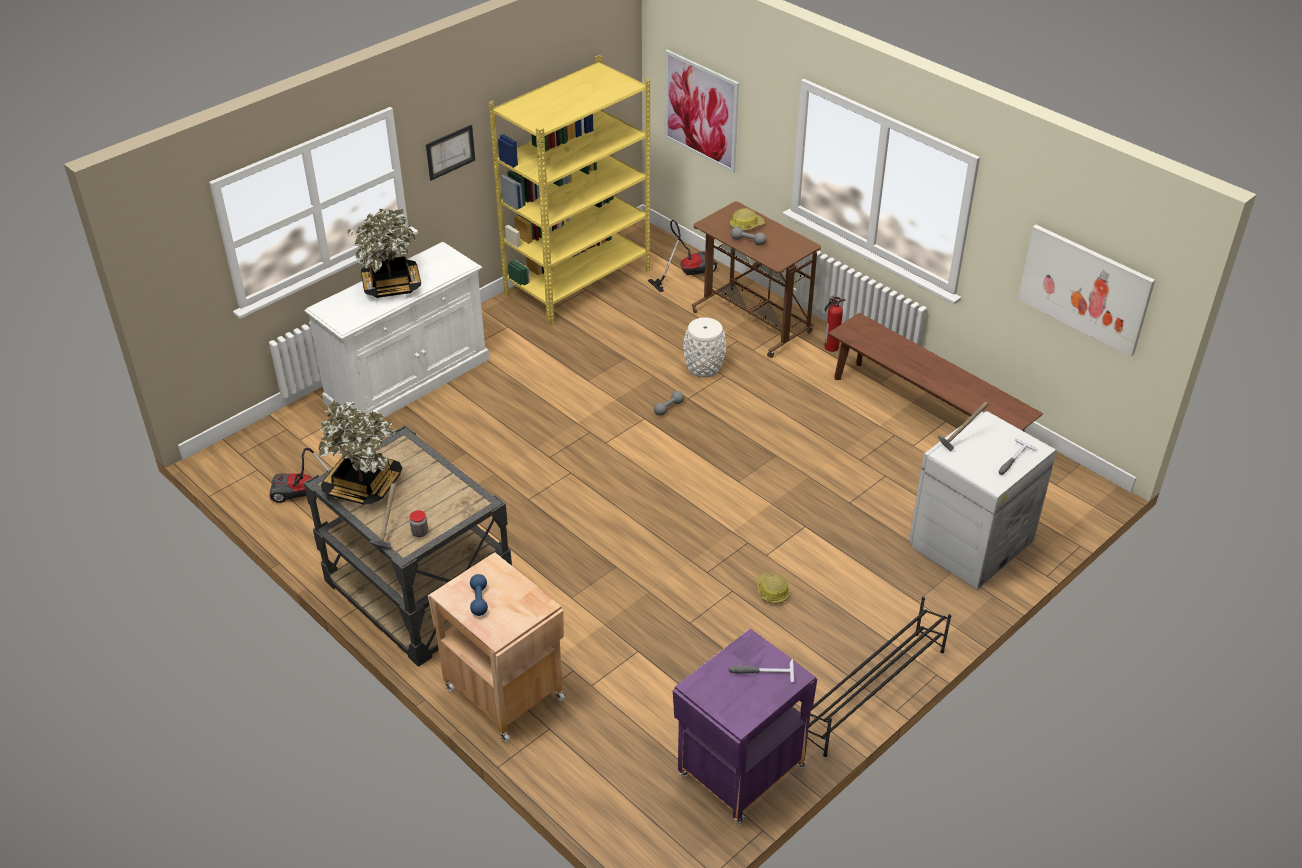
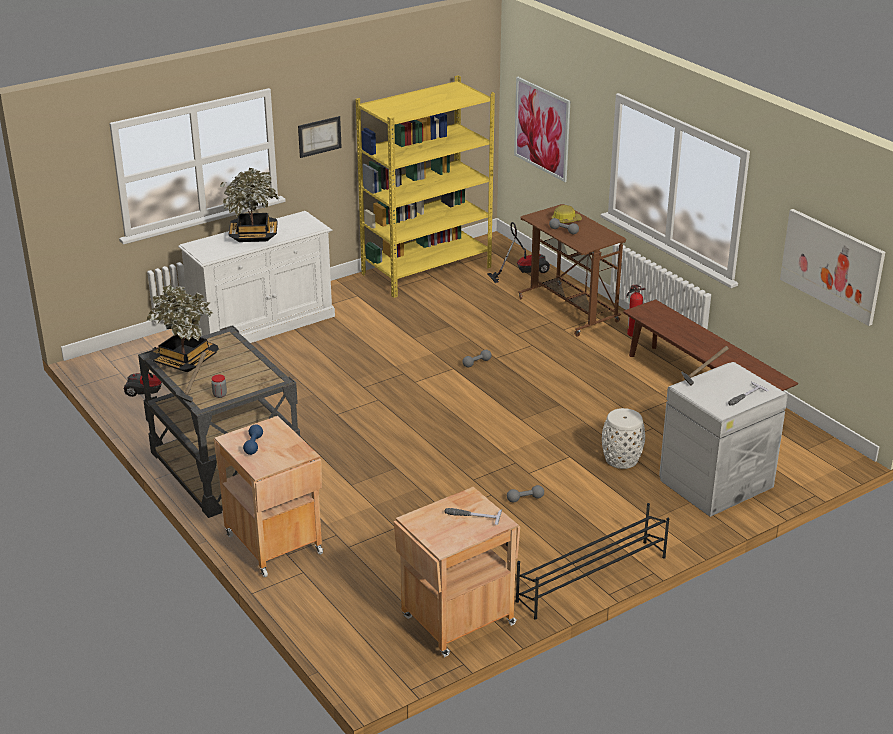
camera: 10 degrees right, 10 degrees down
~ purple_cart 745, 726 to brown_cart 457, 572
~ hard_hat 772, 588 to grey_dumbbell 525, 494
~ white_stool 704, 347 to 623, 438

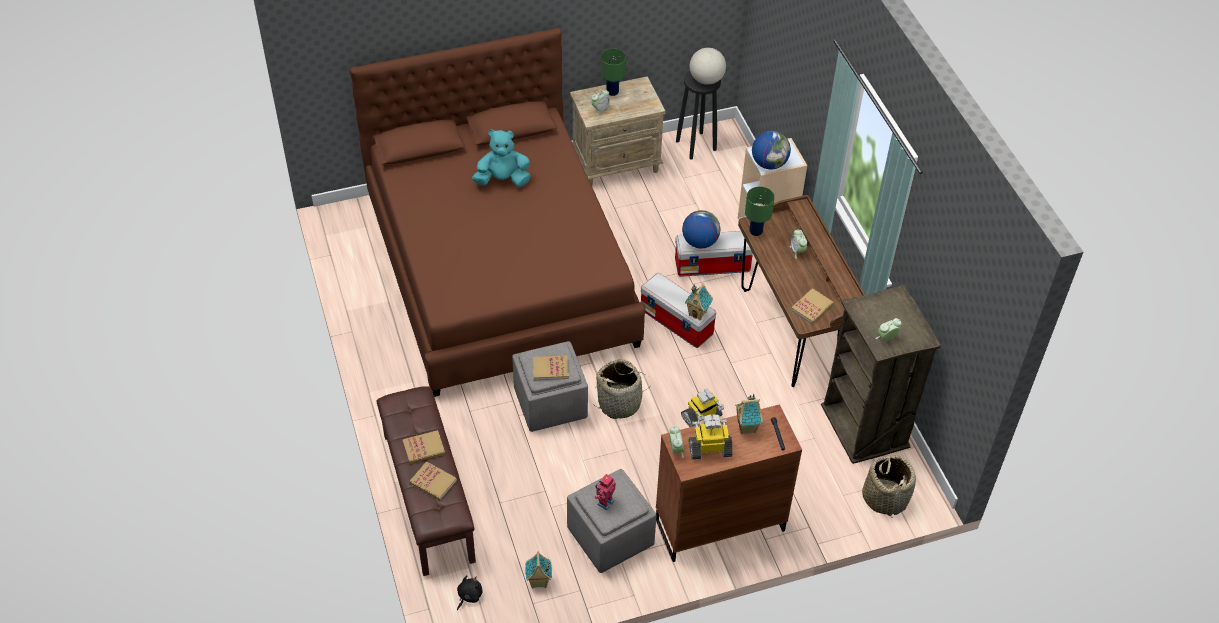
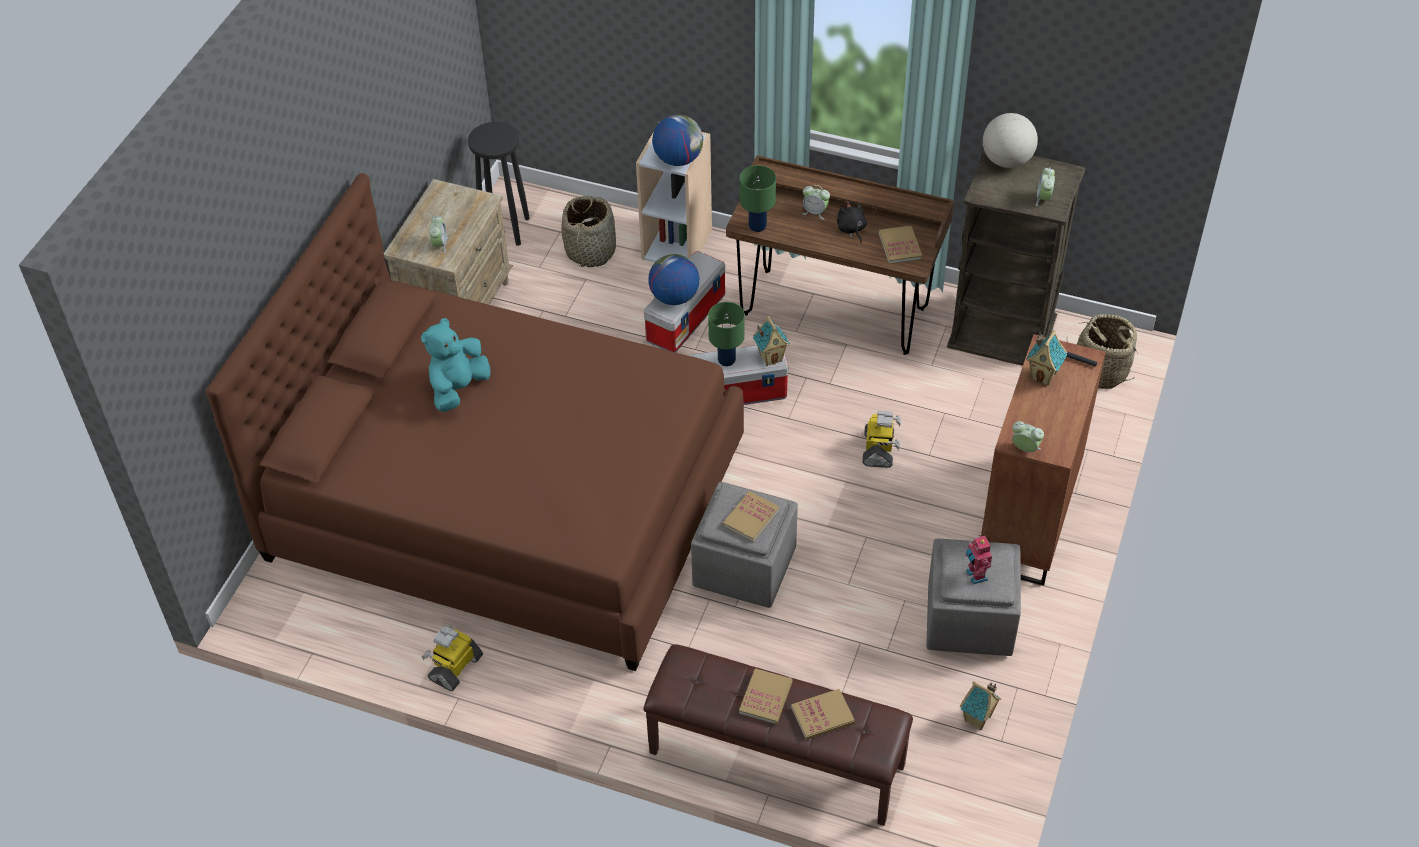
camera: 50 degrees left, 0 degrees up
~ toy_robot 711, 437 to 452, 658
~ basket 622, 389 to 588, 231
~ green_table_lamp 613, 72 to 726, 334
~ black_plush_toy 470, 592 to 852, 222
~ globe 708, 66 to 1010, 140

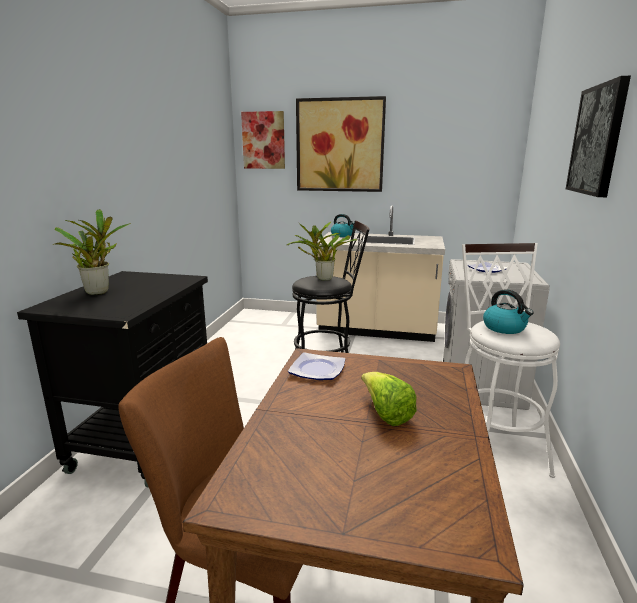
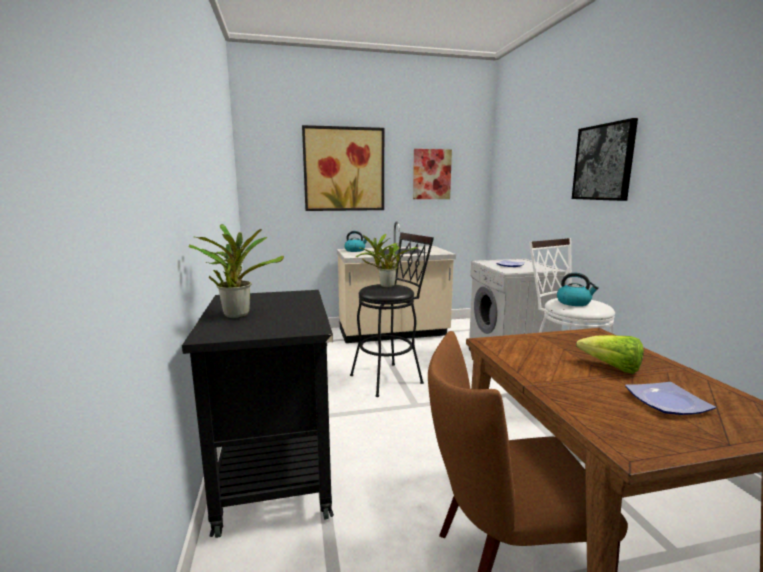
camera: 25 degrees left, 5 degrees down
~ picture 263, 140 to 432, 174
~ plate 316, 366 to 670, 398

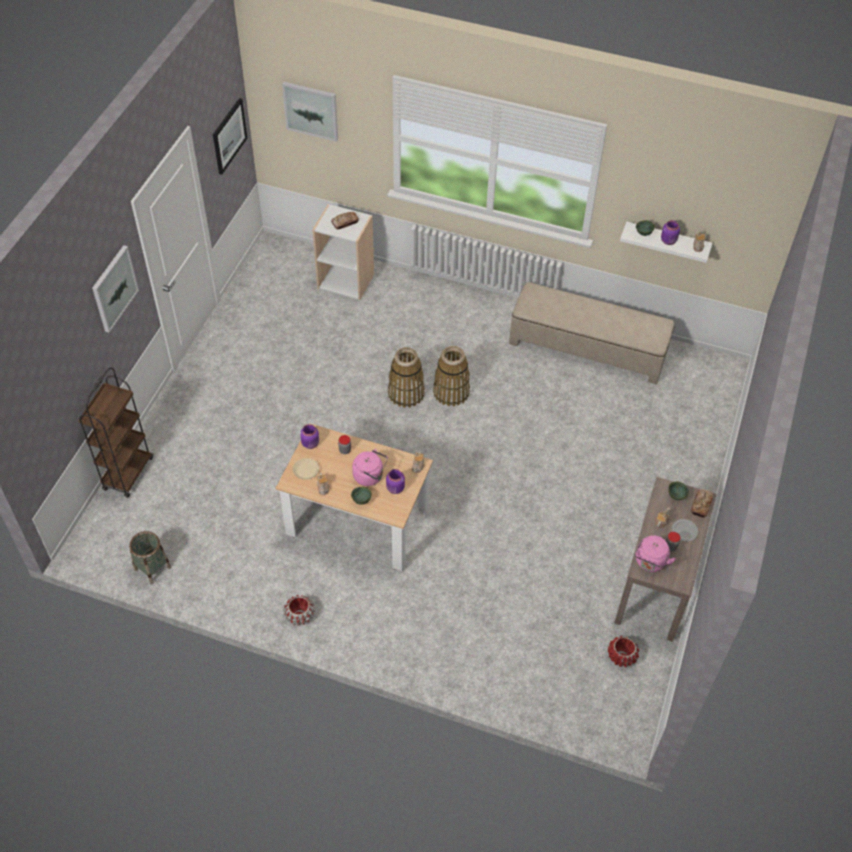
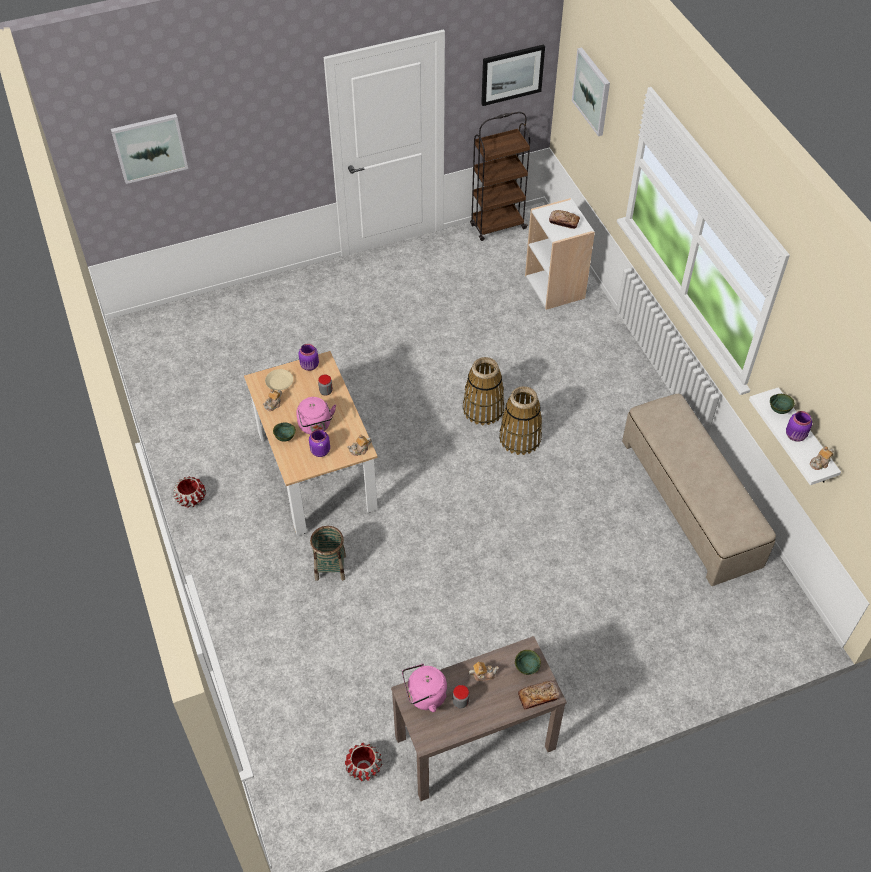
camera: 50 degrees right, 0 degrees up
~ picture 115, 289 to 149, 149
~ basket 150, 558 to 328, 553
~ brown_cart 116, 433 to 500, 176
- plate 685, 530

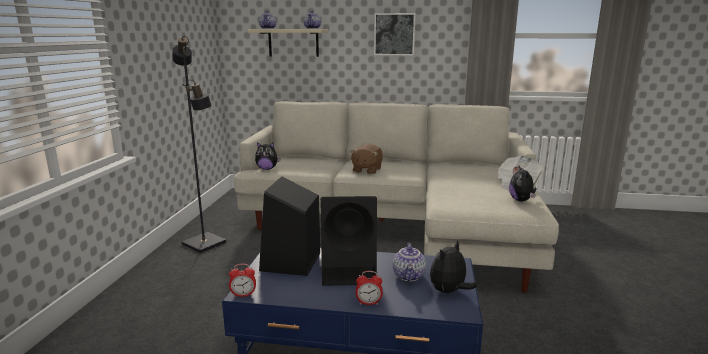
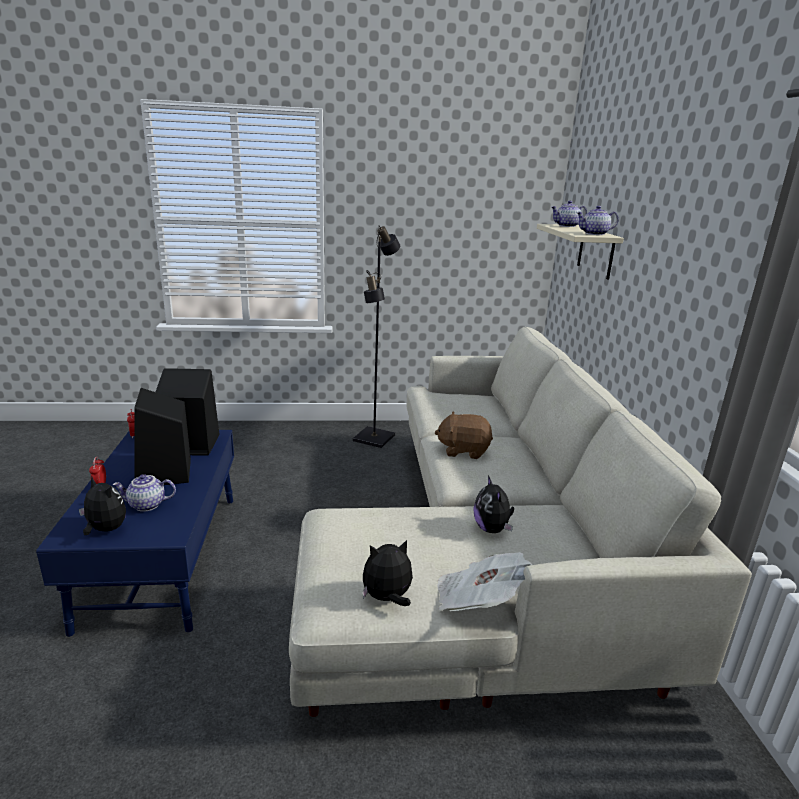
camera: 75 degrees right, 5 degrees up
~ plush_toy 268, 156 to 493, 504
- picture 395, 34

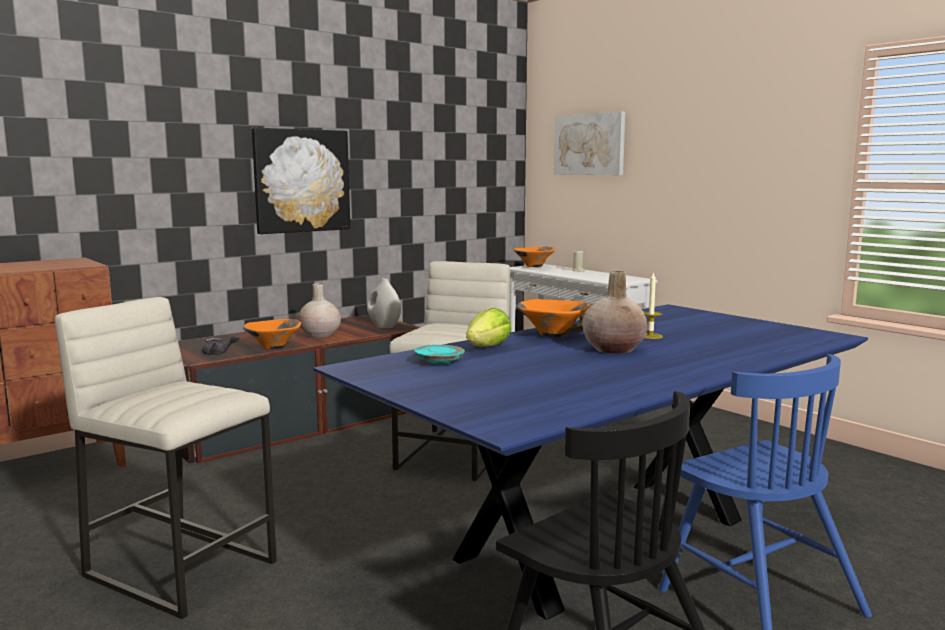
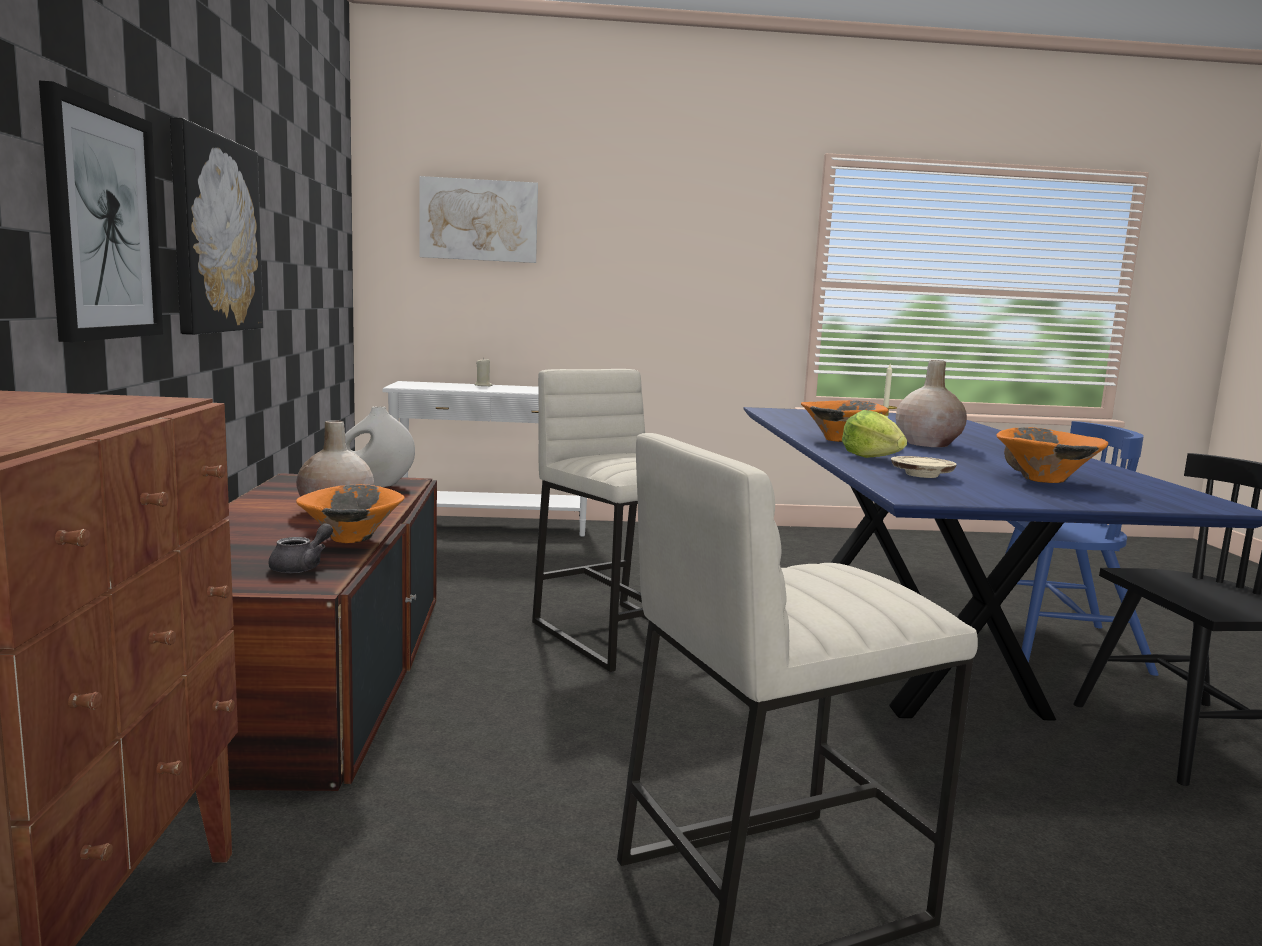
camera: 55 degrees left, 0 degrees up
+ picture 101, 211
~ turquoise_plate 439, 354 to beige_plate 924, 467
~ orange_bowl 534, 257 to 1052, 455

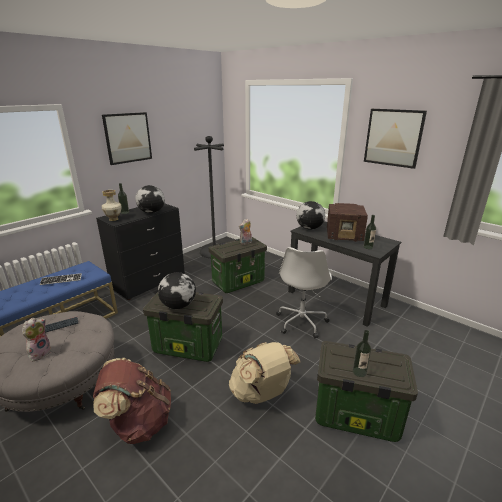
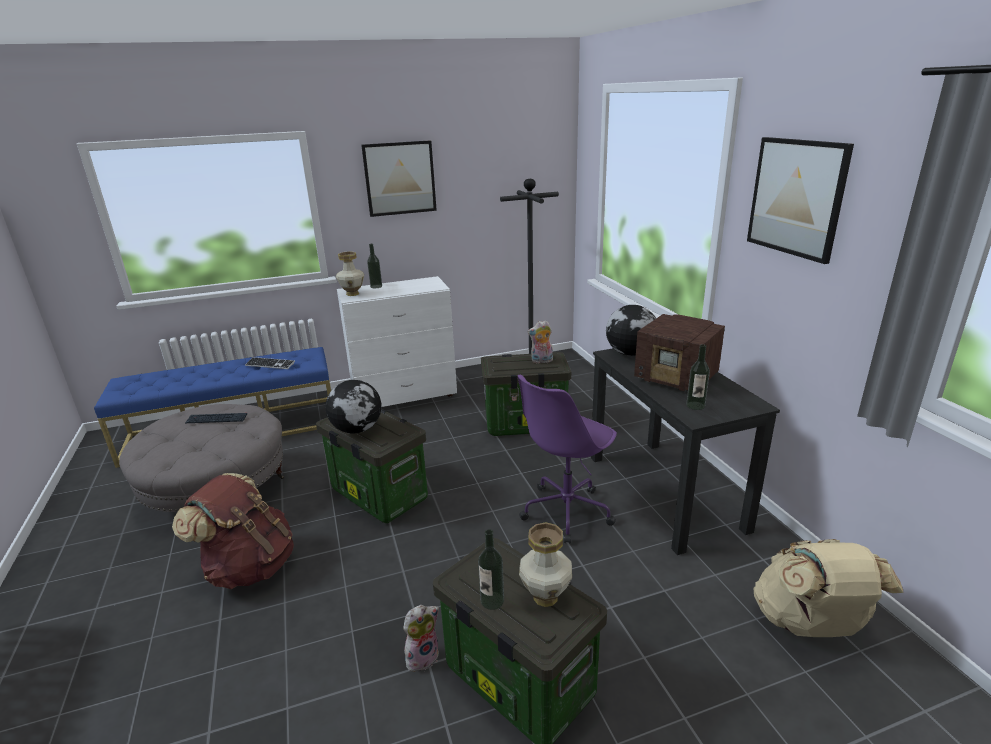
camera: 30 degrees right, 0 degrees up
~ black_dresser 140, 251 to white_dresser 397, 341
~ plush_toy 36, 339 to 421, 638
~ white_office_chair 304, 292 to purple_office_chair 567, 459
+ vase 545, 564
~ beige_backpack 264, 373 to 828, 588
- globe 150, 199

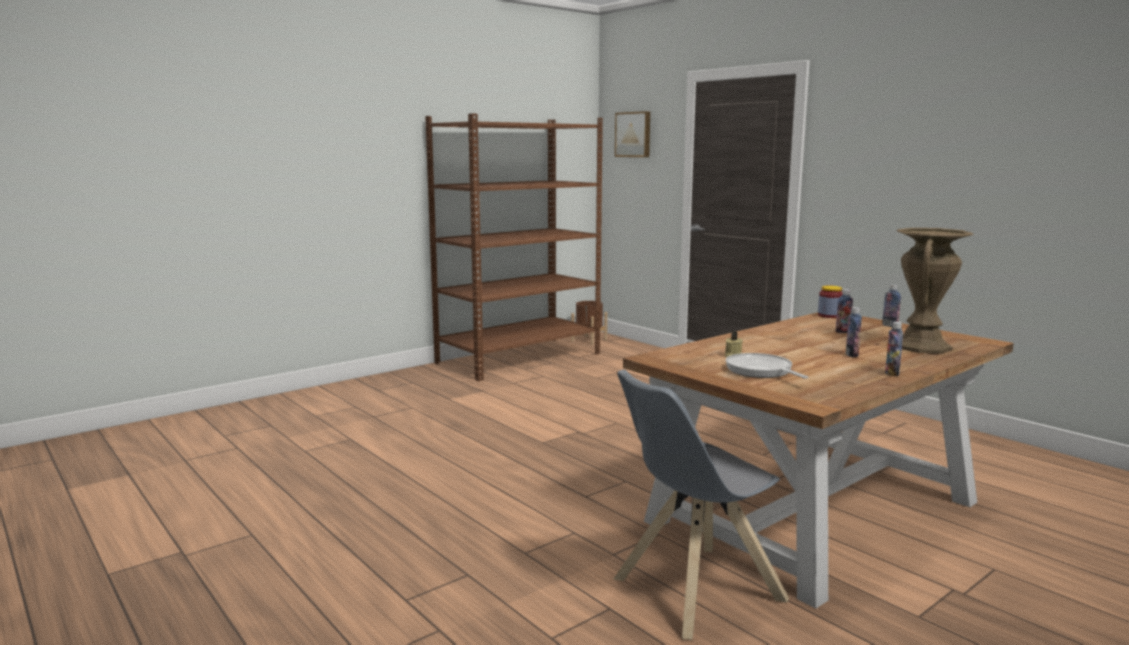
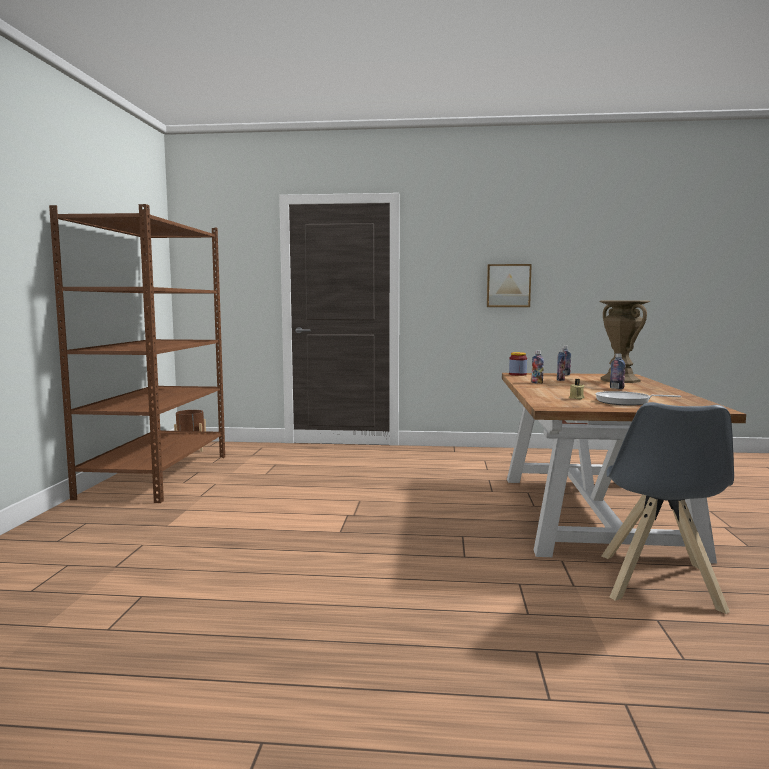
camera: 45 degrees left, 5 degrees down
~ picture 632, 134 to 509, 285
~ bottle 894, 349 to 537, 367

